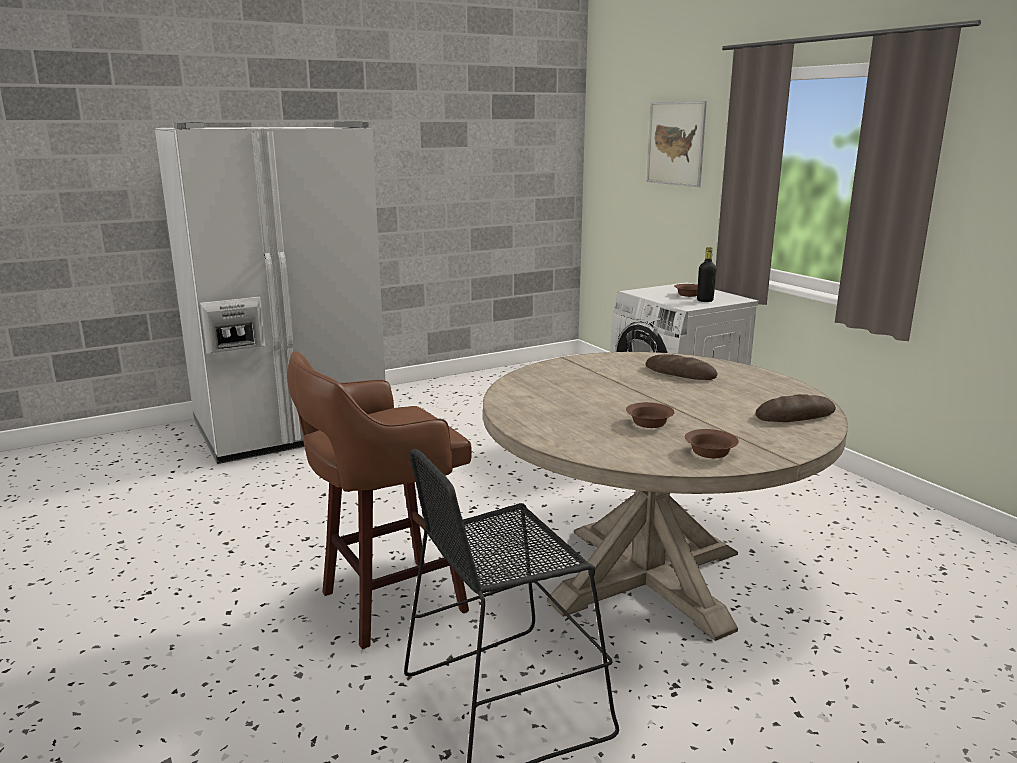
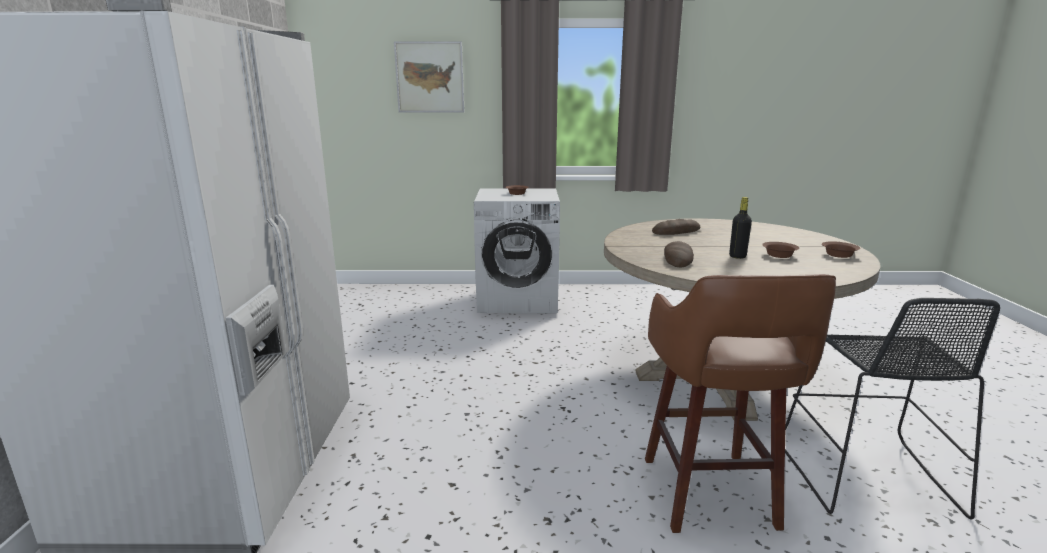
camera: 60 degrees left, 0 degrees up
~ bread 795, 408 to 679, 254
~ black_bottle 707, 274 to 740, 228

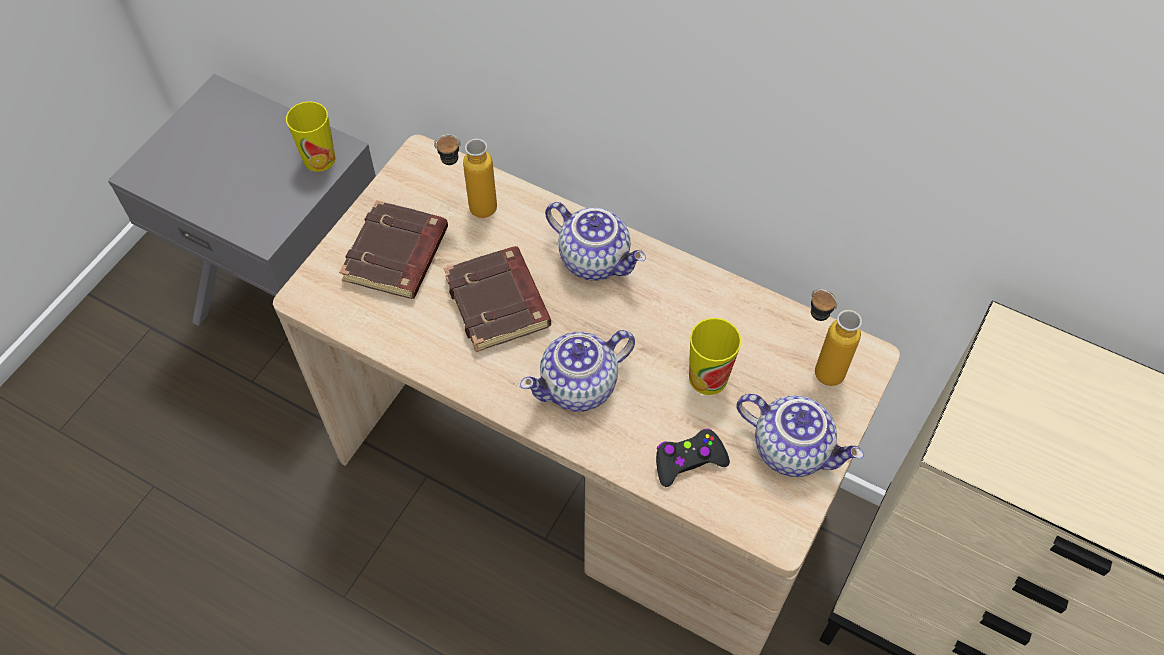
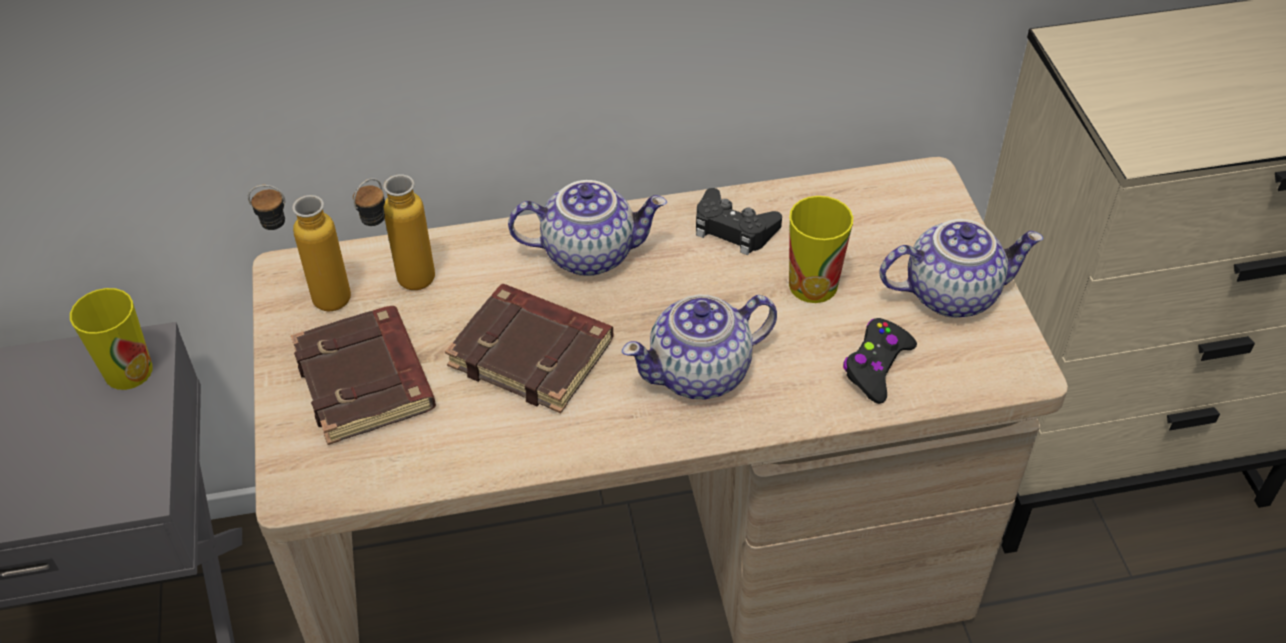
camera: 40 degrees left, 10 degrees down
~ bottle 836, 337 to 299, 248
~ teapot 577, 371 = 699, 347 45 degrees clockwise
+ black_game_controller 739, 221

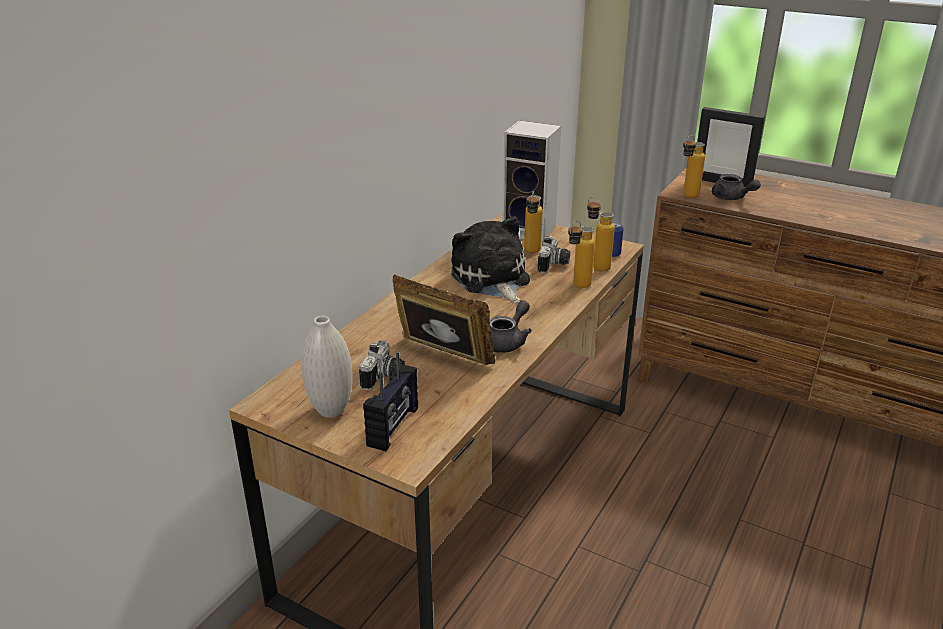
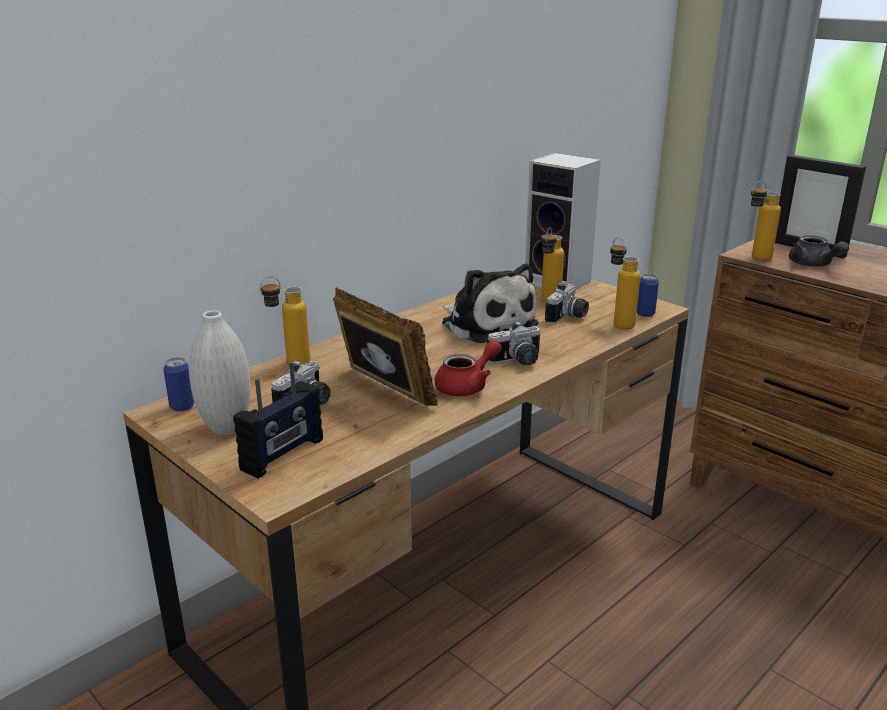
camera: 15 degrees right, 5 degrees down
+ can 178, 384
~ bottle 581, 254 to 285, 320
~ grey_teapot 511, 326 to red_teapot 468, 368
~ plush_toy 490, 259 = 490, 303 150 degrees clockwise
+ photo_camera 514, 343

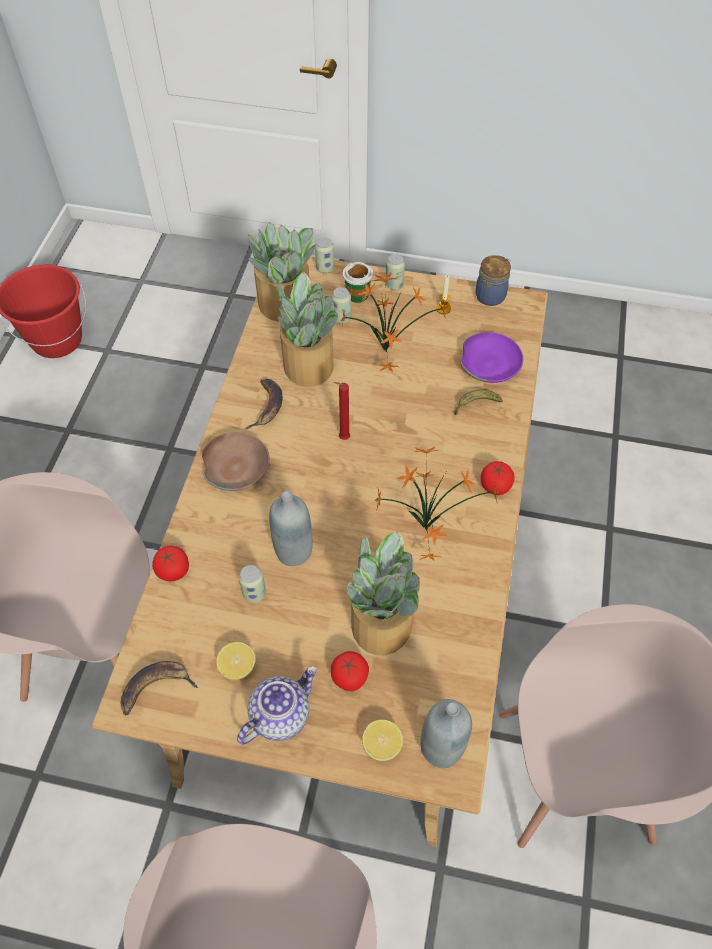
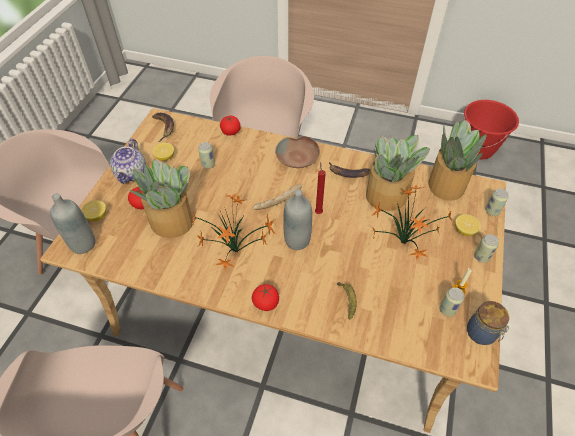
camera: 95 degrees right, 5 degrees down
~ teapot 277, 705 = 128, 161 45 degrees clockwise
+ bread 277, 197
~ grey_bottle 290, 528 to 297, 219
~ can 341, 305 to 451, 302
~ cup 358, 282 to lemon 467, 225
- purple_bowl 491, 357

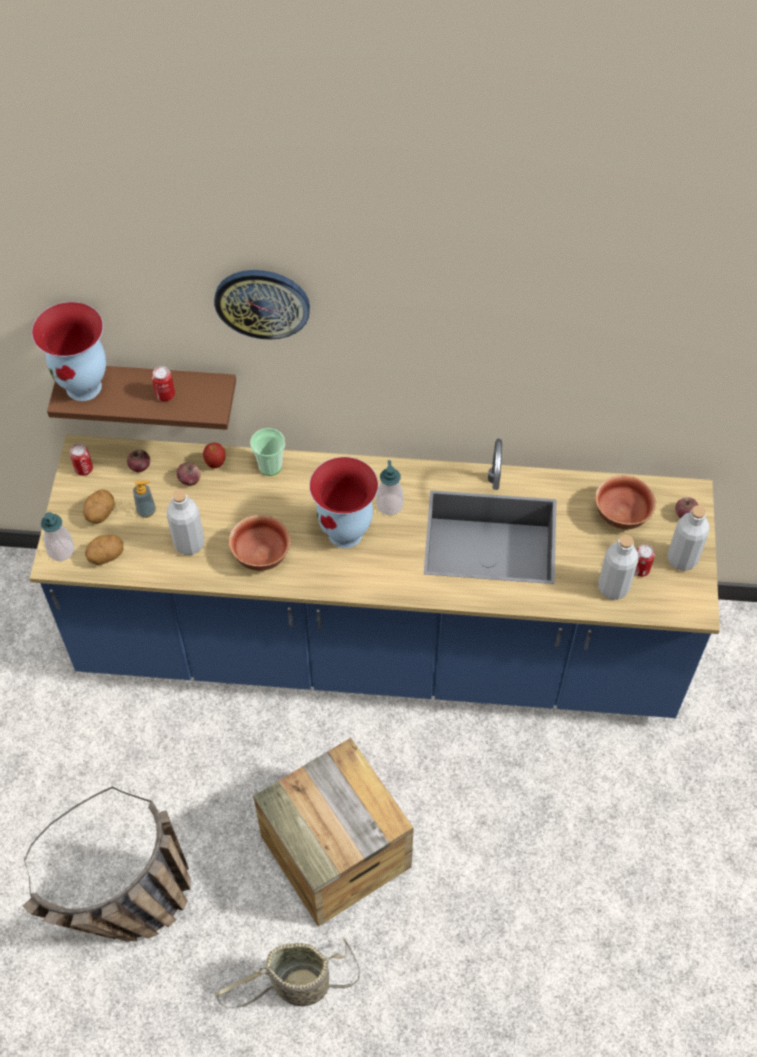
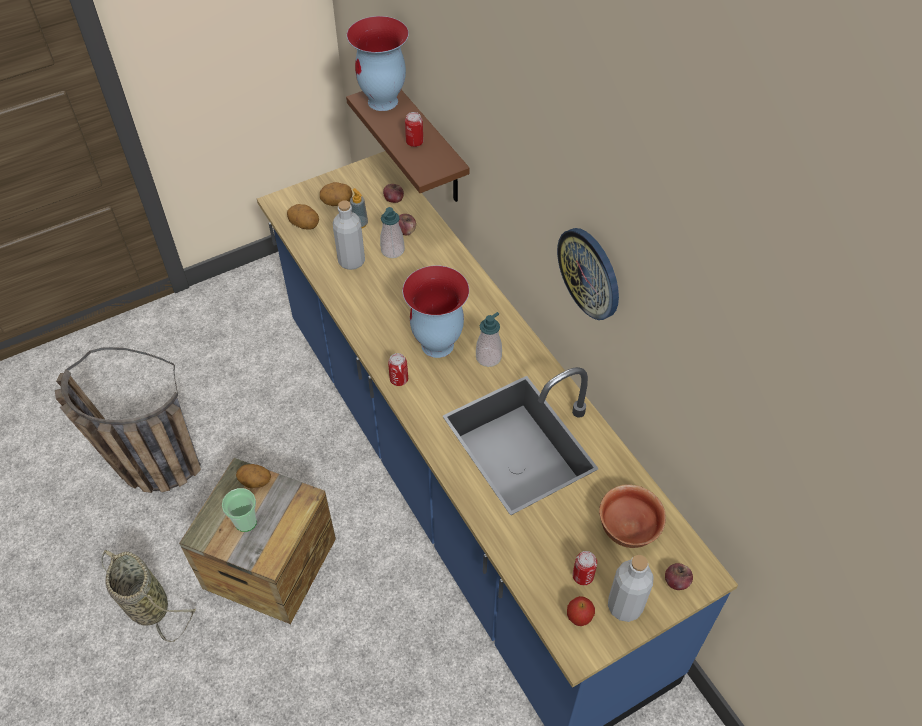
camera: 55 degrees right, 5 degrees down
~ cup 267, 452 to 239, 510
+ potato 253, 476
~ soap_dispenser 58, 536 to 392, 232
~ can 81, 460 to 398, 369
~ wall_clock 262, 305 to 588, 274
~ apple 214, 455 to 581, 611
- bowl 260, 543
- grey_bottle 618, 567

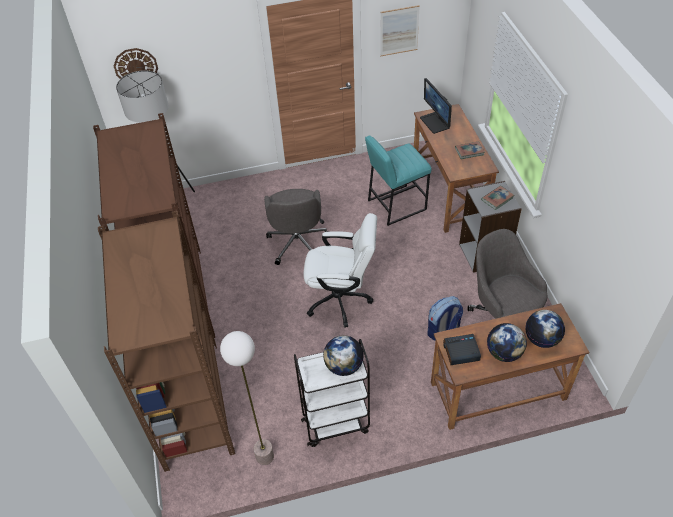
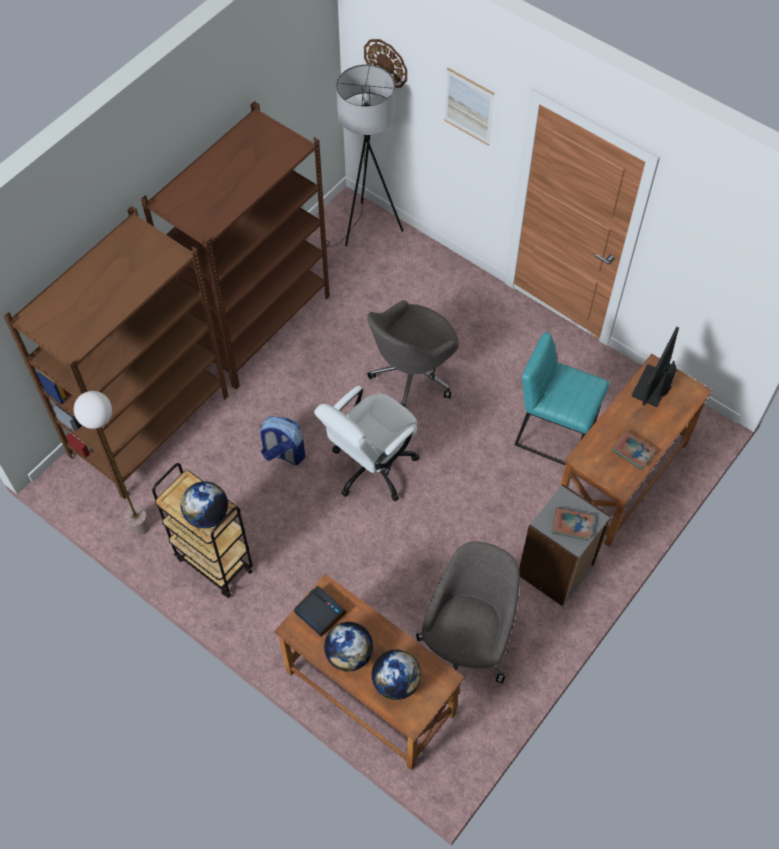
camera: 50 degrees right, 10 degrees up
~ white_cart 332, 393 to brown_cart 202, 530
~ backpack 445, 318 to 282, 440
~ white_office_chair 340, 270 = 366, 443 75 degrees clockwise
~ picture 400, 31 to 469, 107

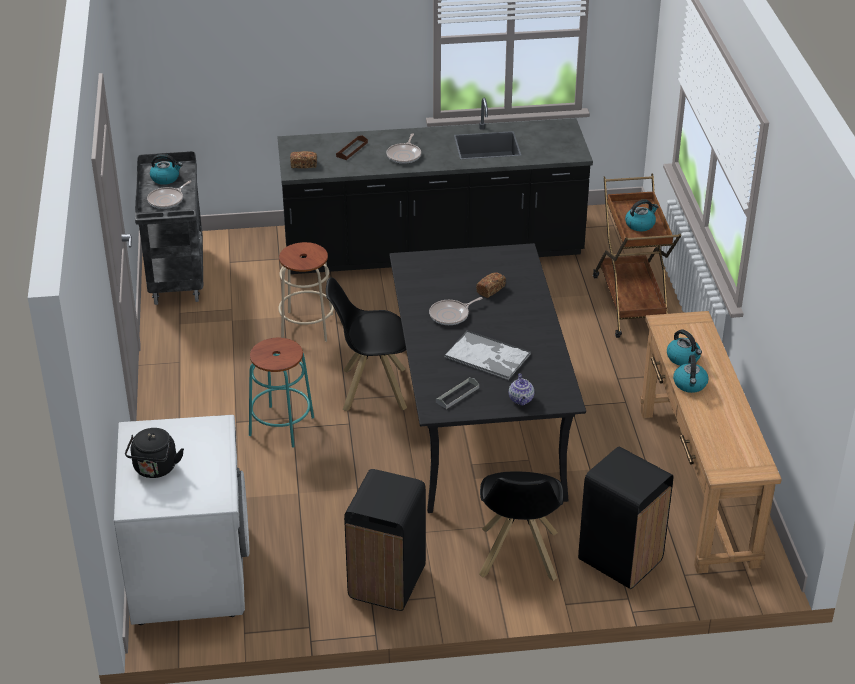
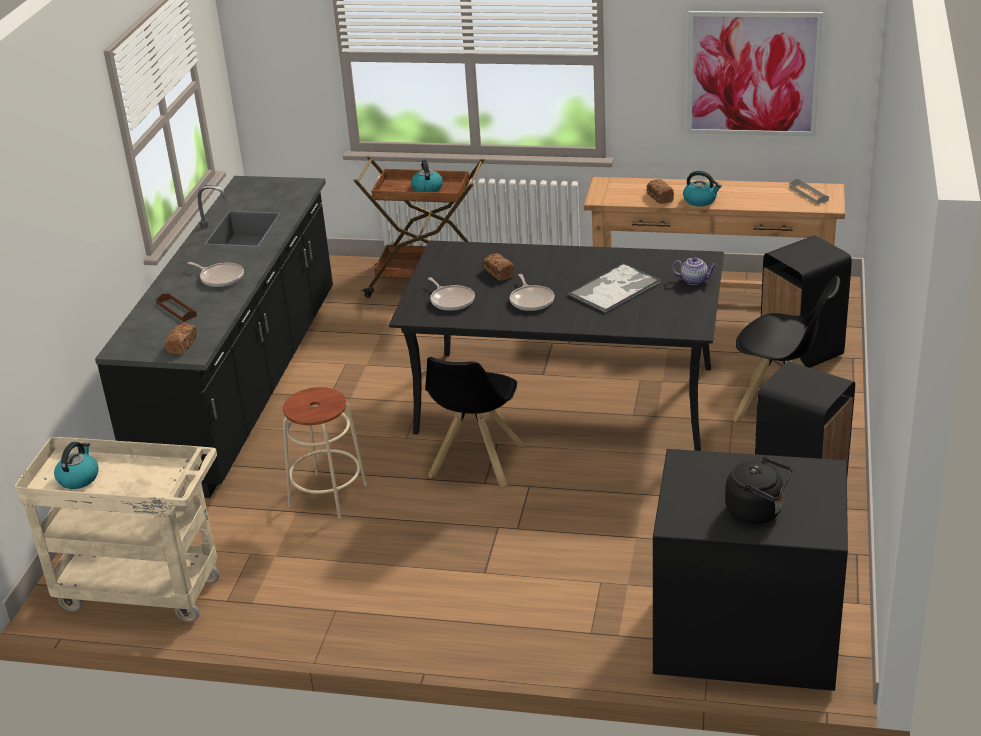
camera: 70 degrees left, 5 degrees down
~ black_cart 169, 228 to beige_cart 117, 529
~ frying_pan 169, 195 to 451, 294
~ kettle 684, 348 to bread 660, 191
~ white_washing_machine 181, 520 to black_washing_machine 750, 570
+ picture 755, 73
~ grey_tray 457, 393 to 809, 191
- turquoise_stool 281, 392

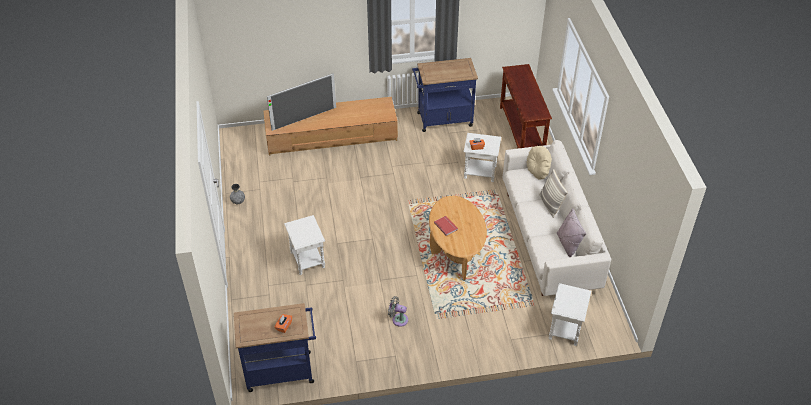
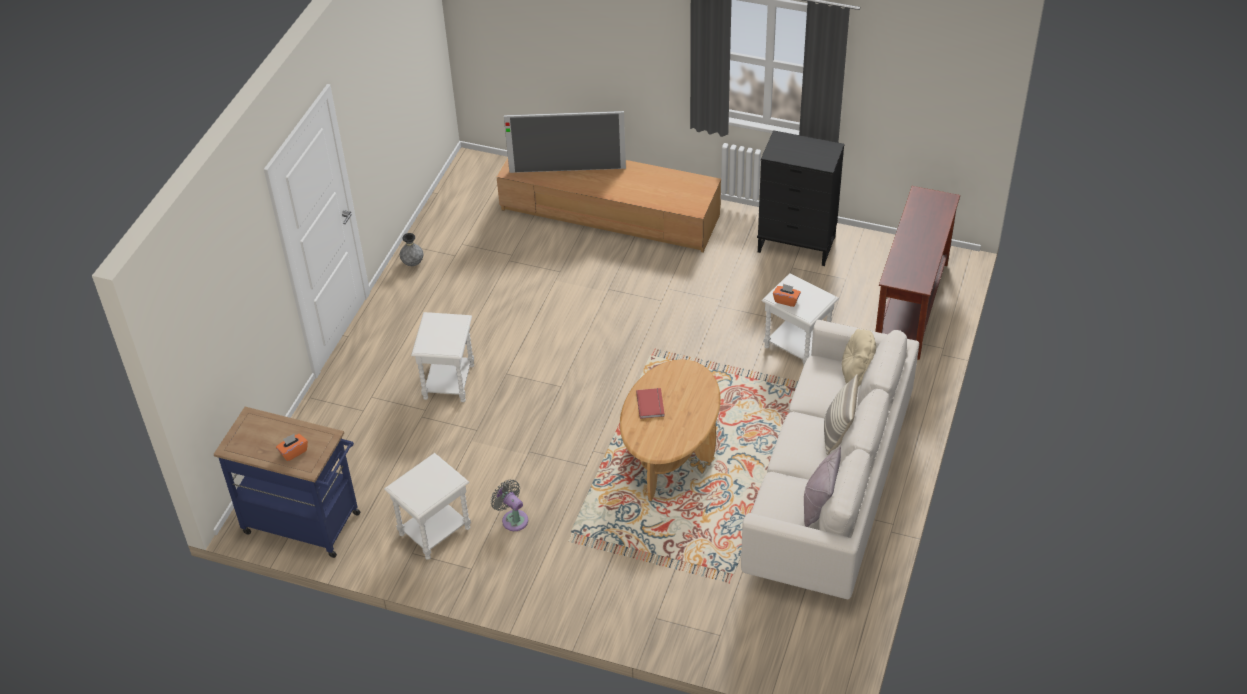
camera: 30 degrees right, 0 degrees up
~ white_side_table 570, 314 to 427, 506
~ blue_cart 445, 95 to black_dresser 800, 198

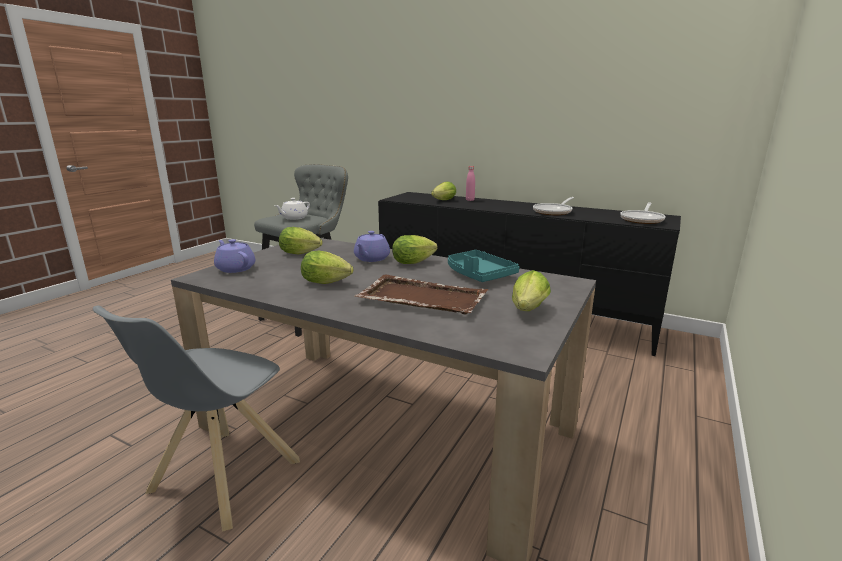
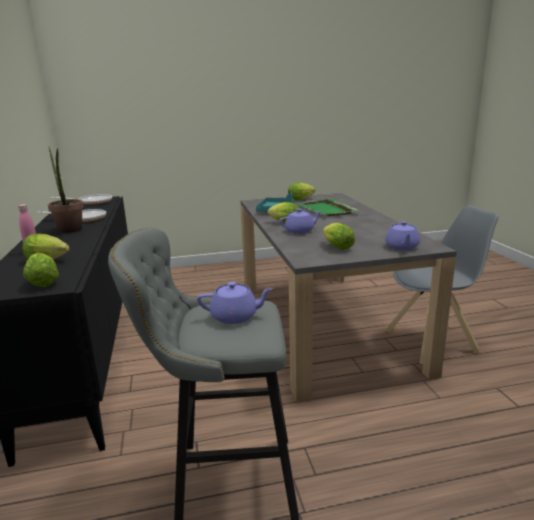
camera: 130 degrees left, 0 degrees up
~ lettuce 327, 267 to 41, 270
+ potted_plant 66, 190
~ white_teapot 292, 209 to purple_teapot 235, 303
~ brown_tray 421, 294 to green_tray 328, 207

